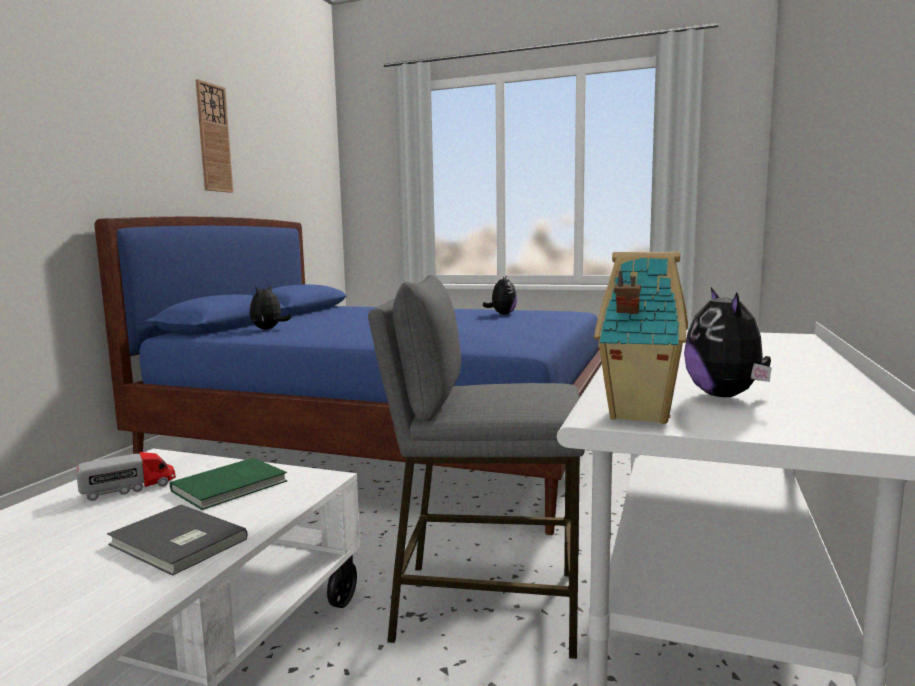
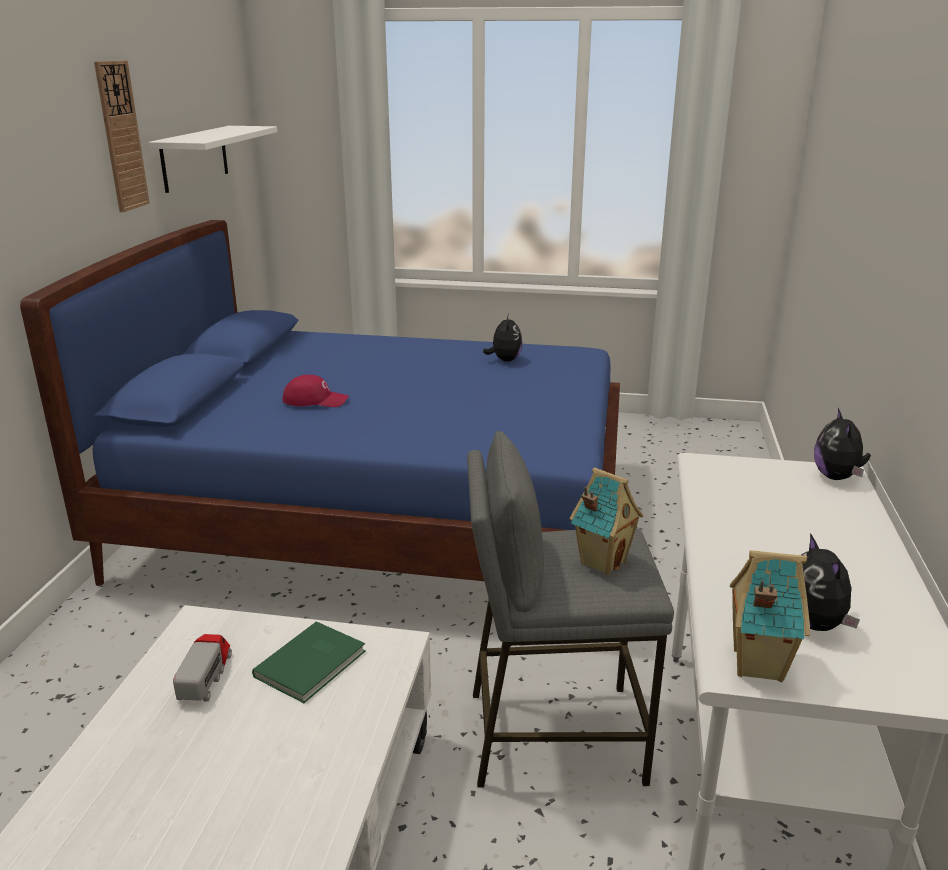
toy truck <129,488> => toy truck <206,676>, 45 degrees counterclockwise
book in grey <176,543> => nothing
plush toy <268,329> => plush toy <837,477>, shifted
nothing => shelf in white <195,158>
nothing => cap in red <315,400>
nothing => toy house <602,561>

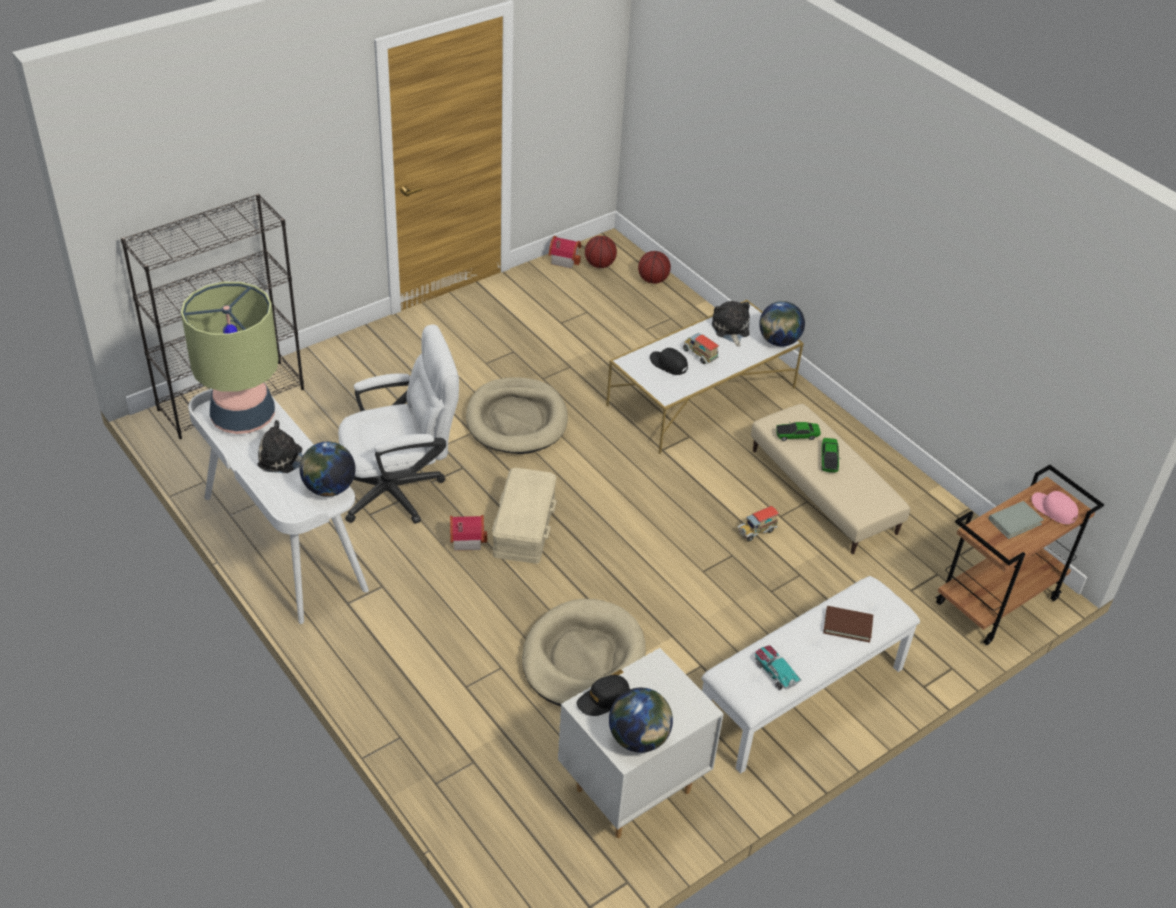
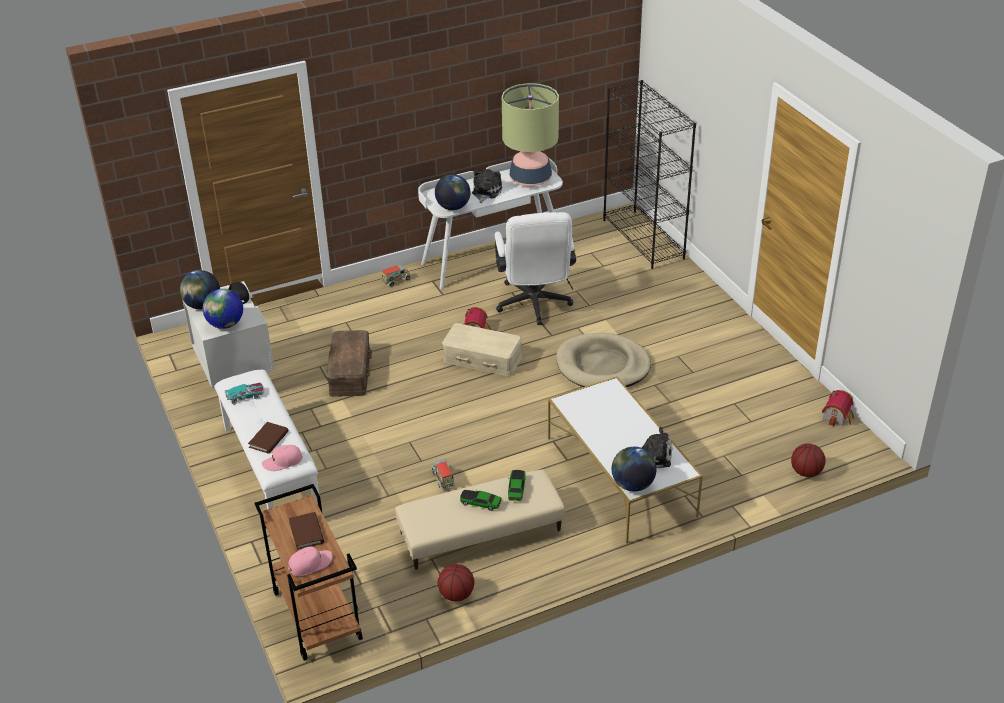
dog bed in beige <582,658> => storage box in brown <349,372>
basketball <600,265> => basketball <456,595>, shifted
cap in black <668,364> => nothing
toy truck <699,355> => toy truck <396,281>, shifted
book in grey <1014,521> => book in brown <306,532>
nothing => globe <226,324>
nothing => cap in pink <282,461>

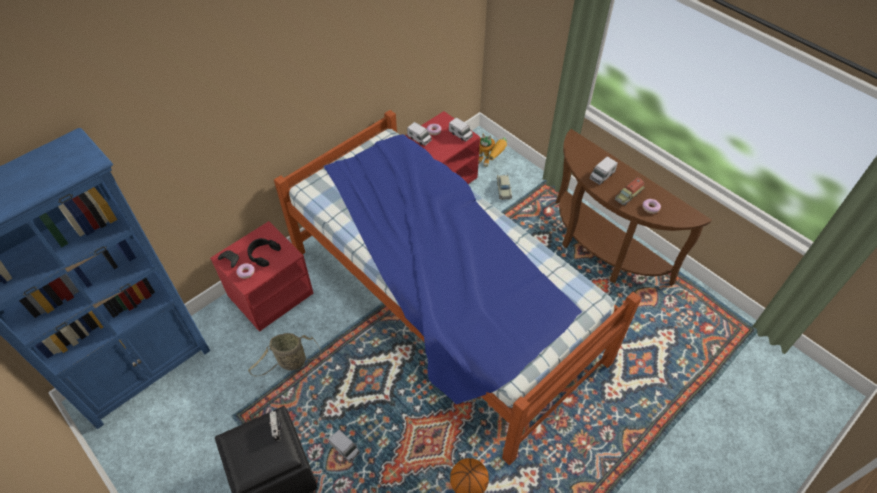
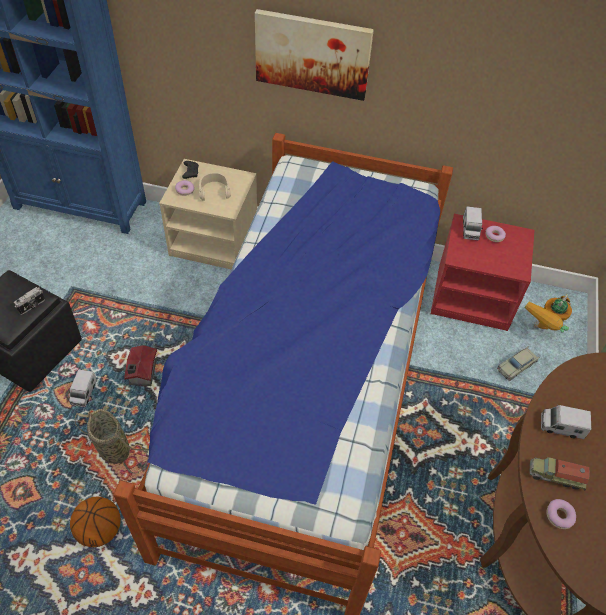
nightstand in red <271,294> => nightstand in beige <215,241>
headphones in black <263,254> => headphones in beige <214,190>
basket <290,362> => basket <112,449>, shifted
toy truck <460,134> => nothing
toy robot <489,162> => toy robot <542,331>, 45 degrees clockwise
nothing => toy house <142,373>
nothing => picture <312,54>

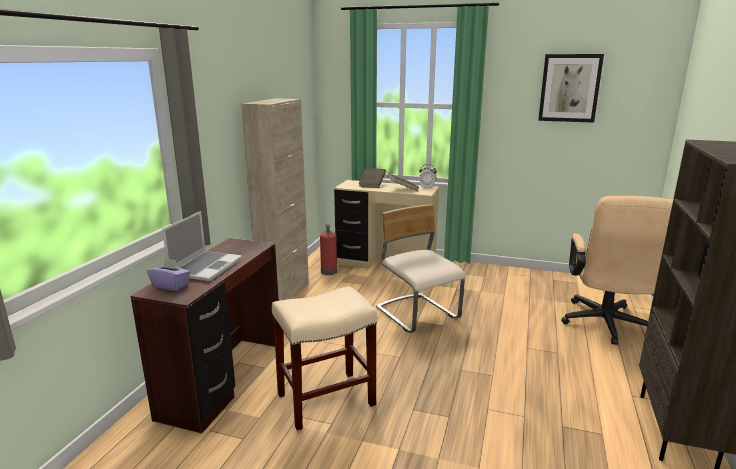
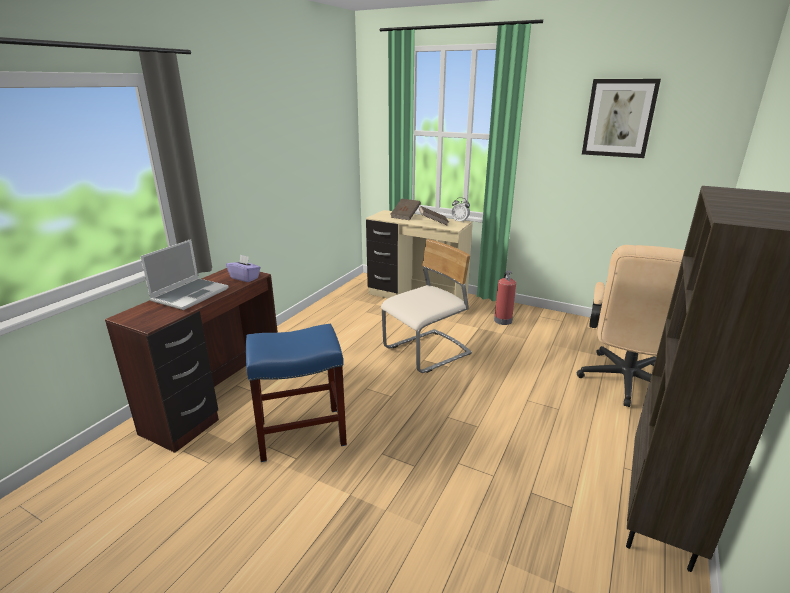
tissue box in purple <171,286> => tissue box in purple <245,278>, shifted
cabinet in beige <284,293> => nothing
stool in beige <325,400> => stool in blue <300,433>
fire extinguisher <329,271> => fire extinguisher <502,320>, shifted
chair in beige <417,314> => chair in beige <427,352>, 75 degrees clockwise

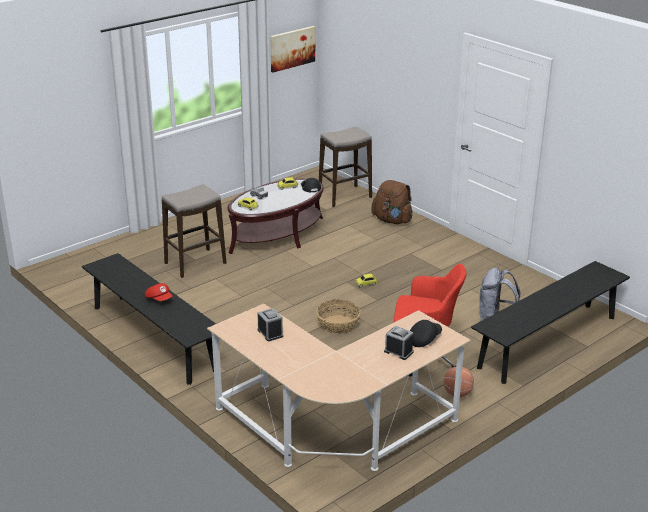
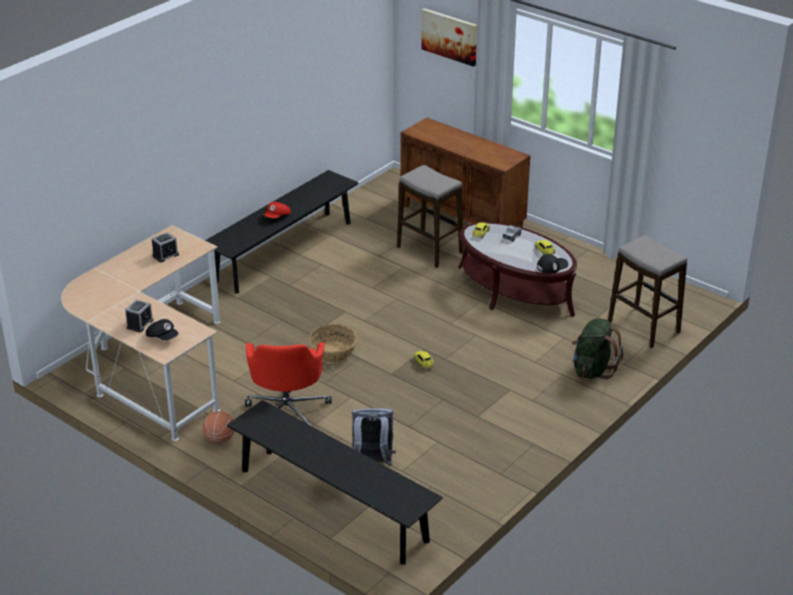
picture <292,48> => picture <450,36>, shifted
backpack in brown <392,220> => backpack in green <592,369>
nothing => cabinet in brown <463,218>

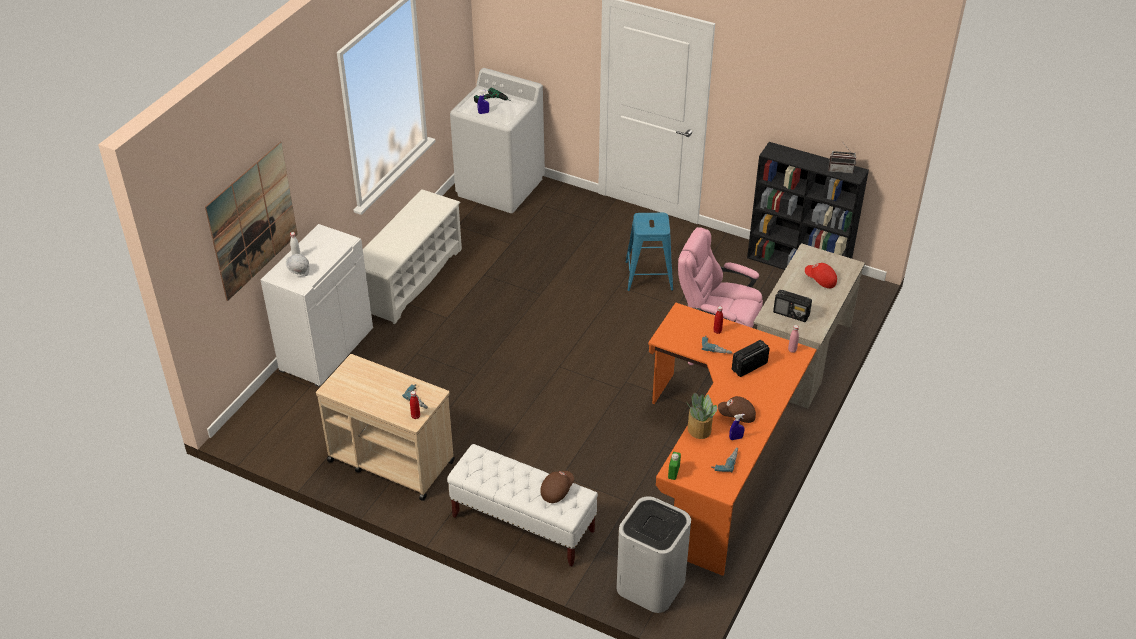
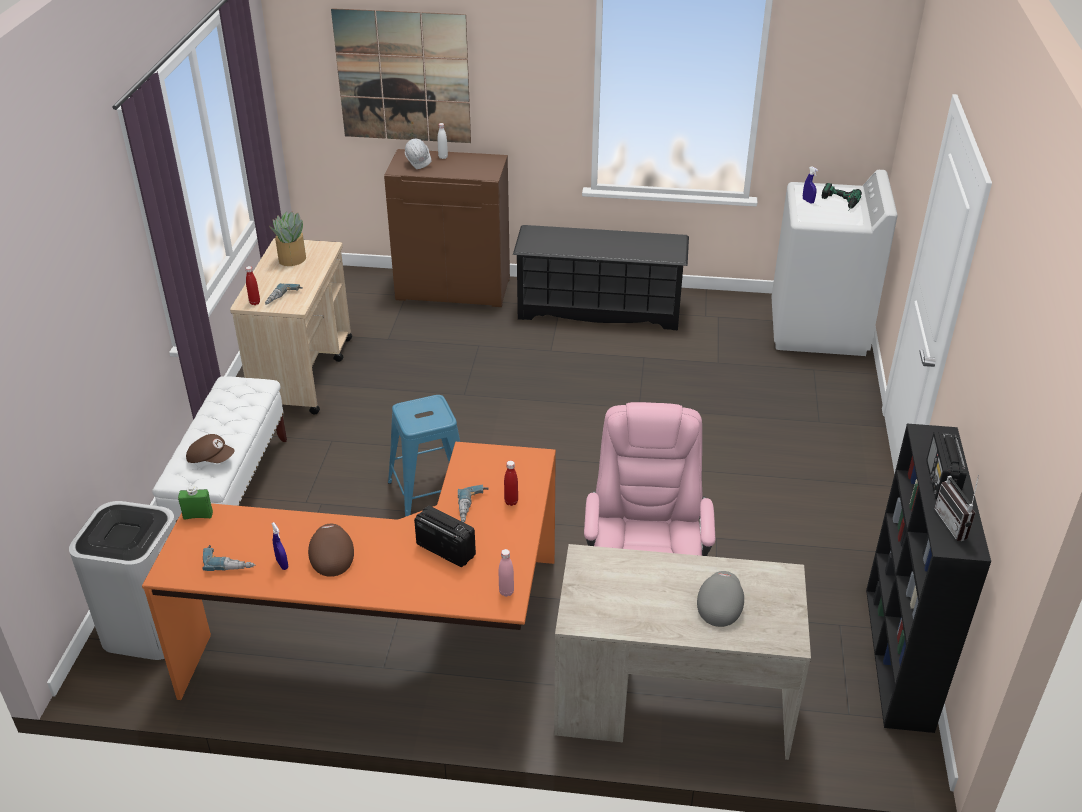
cabinet in white <326,349> => cabinet in brown <454,289>
shoe rack in white <410,279> => shoe rack in black <599,310>
stool in blue <649,276> => stool in blue <430,495>, shifted
potted plant <699,430> => potted plant <291,259>, shifted
radio <791,314> => radio <941,481>, shifted
cap in red <820,280> => cap in grey <719,605>

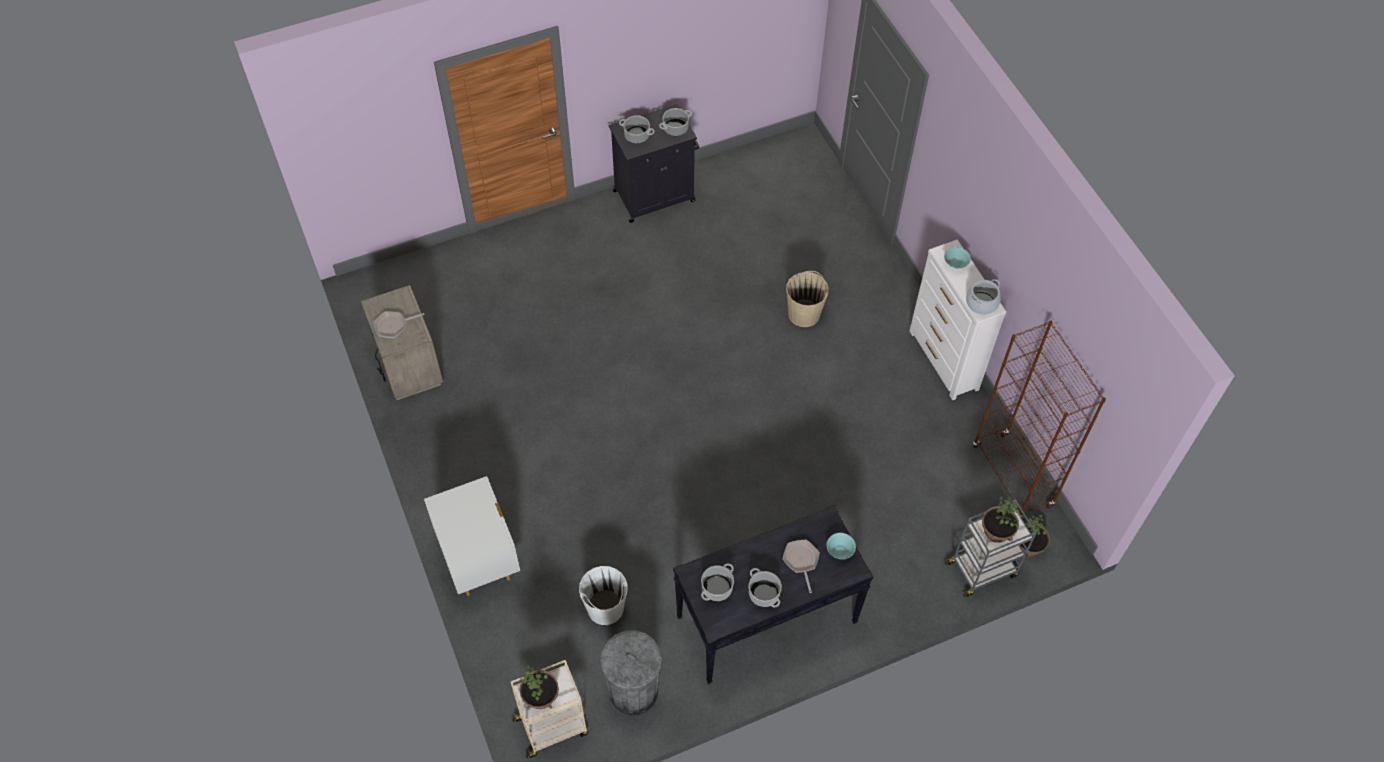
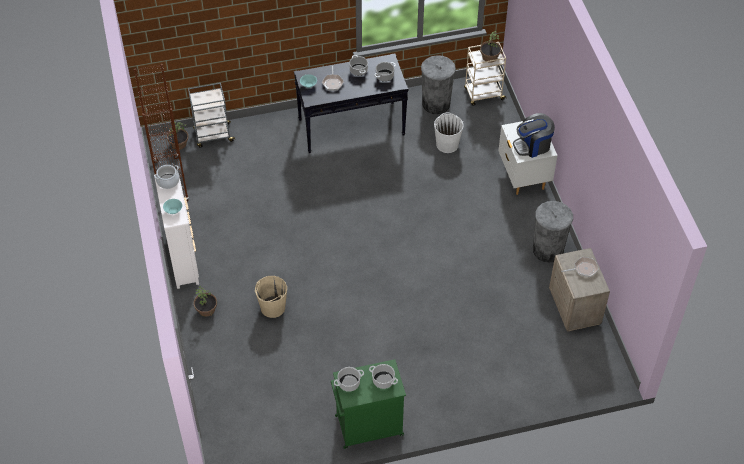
cabinet in black <655,195> => cabinet in green <367,426>
potted plant <996,531> => potted plant <206,309>, shifted
nothing => coffee machine <533,145>
nothing => trash can in grey <548,250>

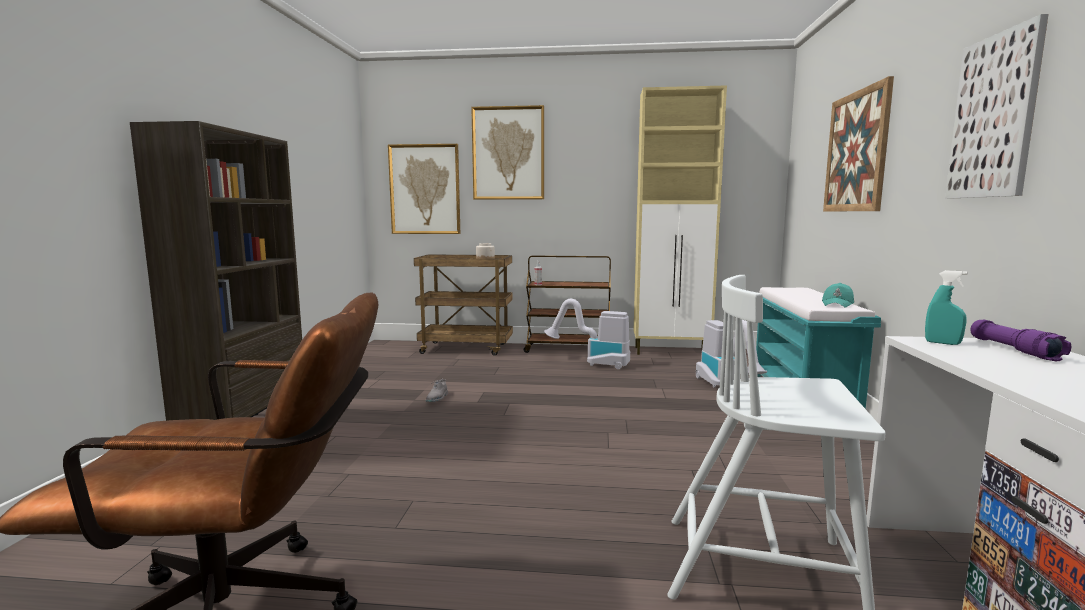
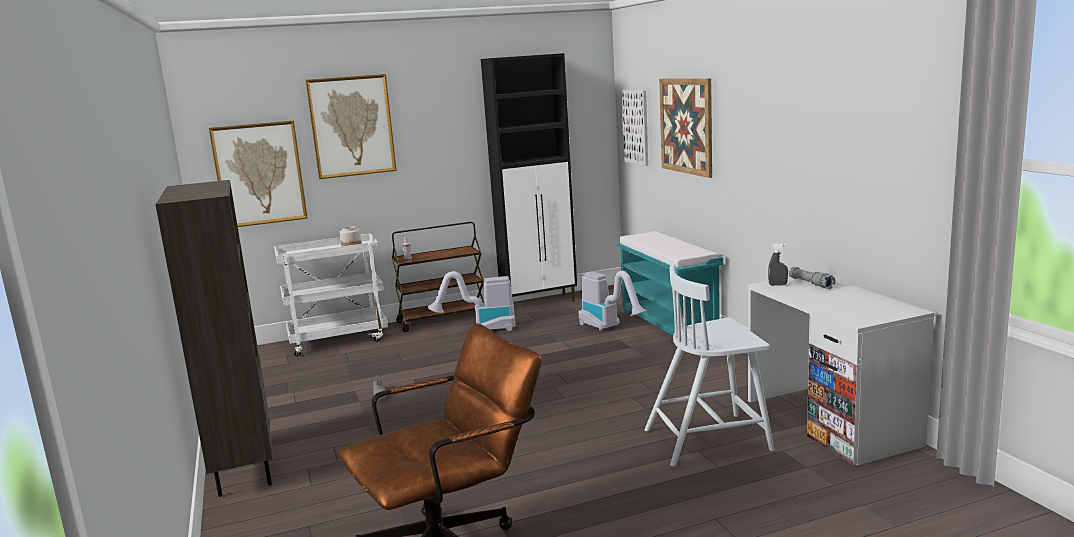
cart in brown <467,348> => cart in white <339,340>
cabinet in beige <672,351> => cabinet in black <540,303>
cap in turquoise <838,304> => nothing
spray bottle in turquoise <942,343> => spray bottle in grey <777,285>
picture <994,117> => picture <635,127>, shifted
flashlight in purple <1013,350> => flashlight in grey <810,283>

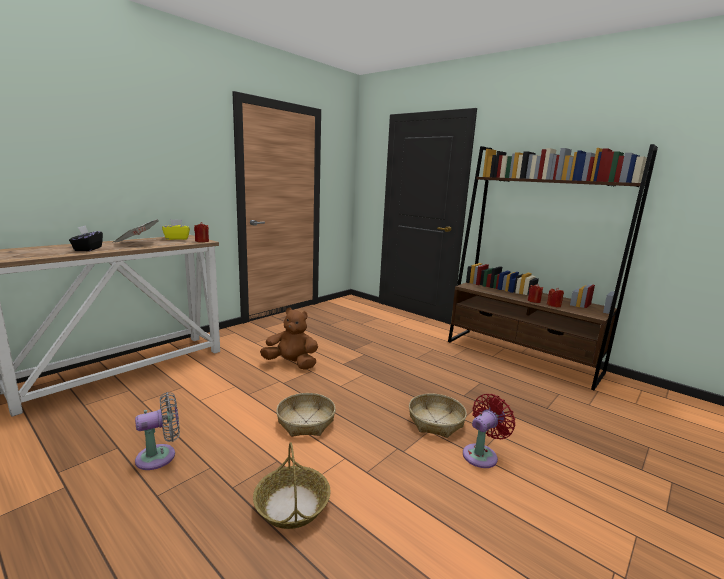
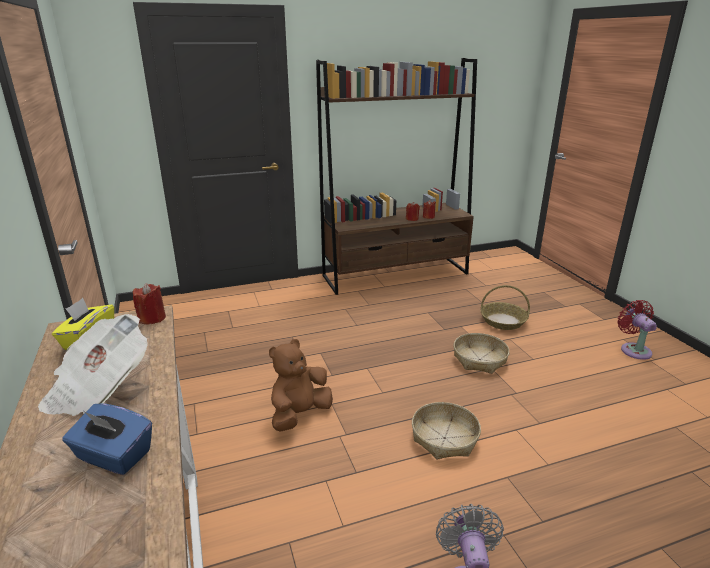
tissue box in black <87,249> => tissue box in blue <113,456>
basket <292,505> => basket <503,321>, shifted
fan in red <482,454> => fan in red <634,349>, shifted

